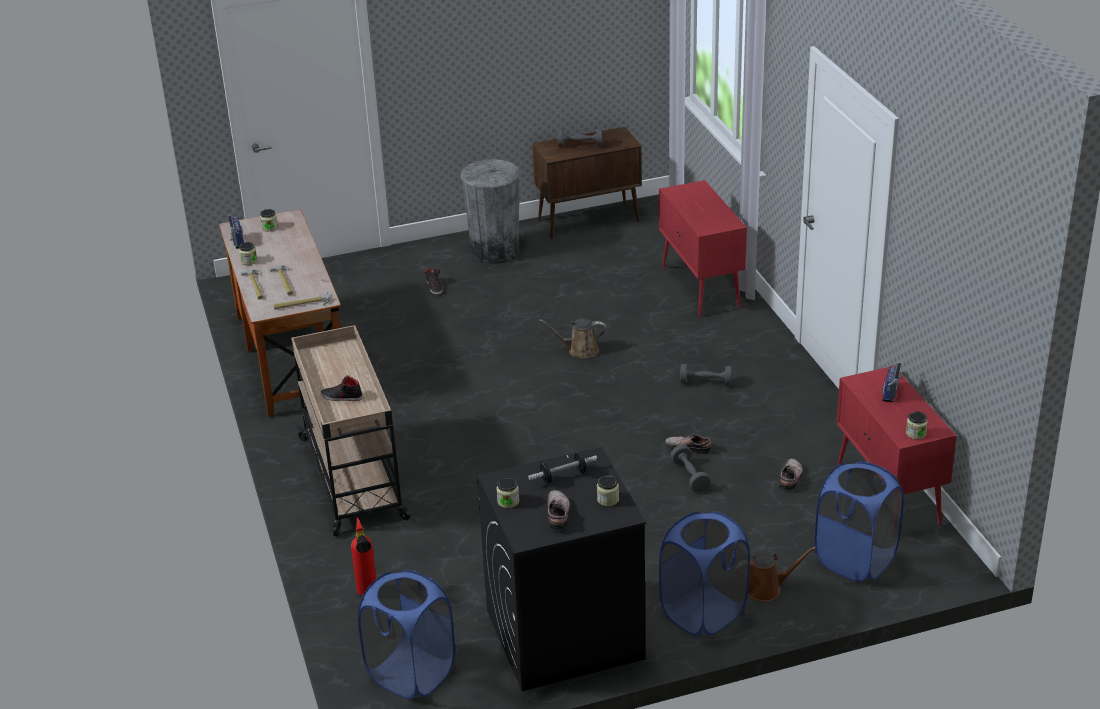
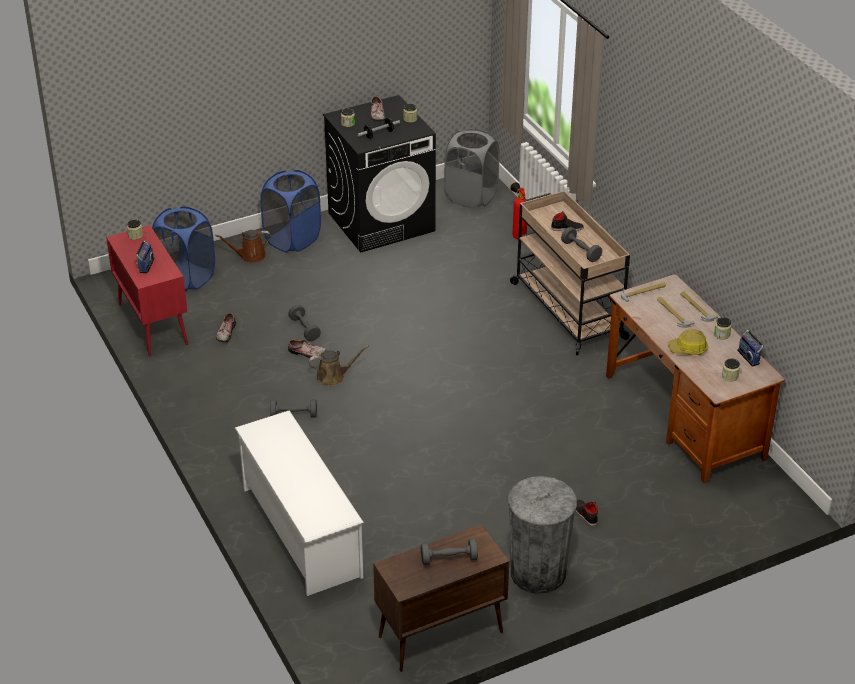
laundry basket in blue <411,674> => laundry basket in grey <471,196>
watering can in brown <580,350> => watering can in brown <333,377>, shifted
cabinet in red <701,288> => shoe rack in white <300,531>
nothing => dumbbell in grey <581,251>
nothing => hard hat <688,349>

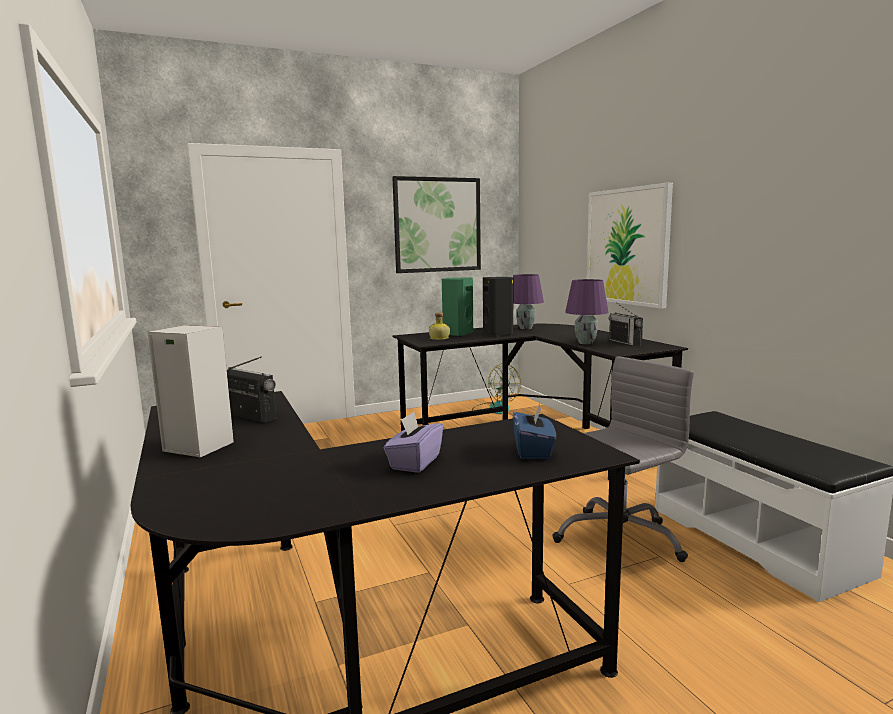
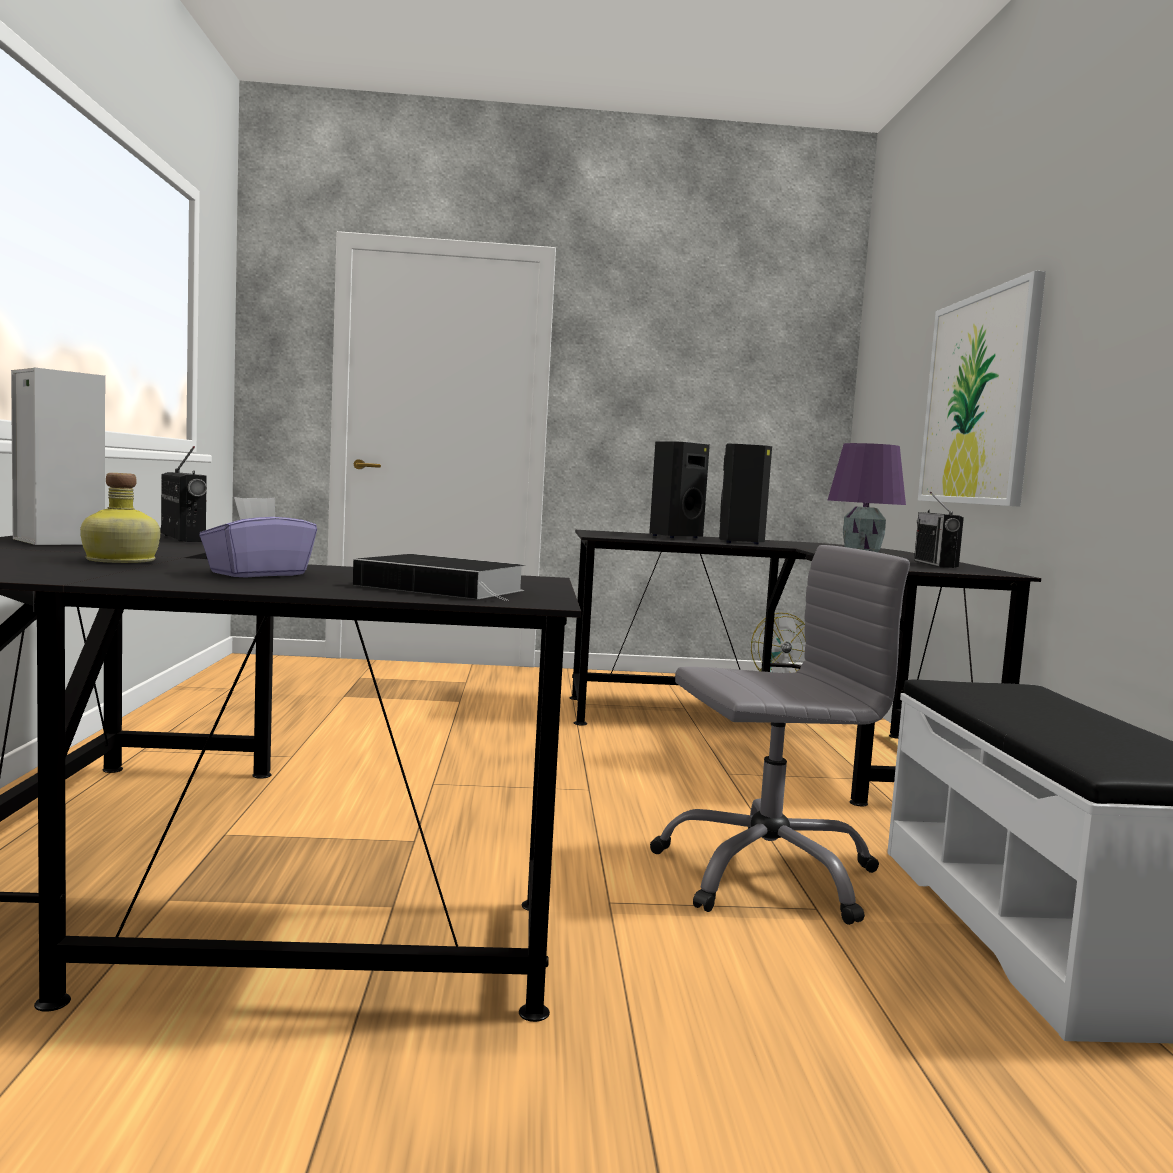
picture <437,225> => nothing
bottle <439,338> => bottle <119,561>, shifted
speaker in green <457,334> => speaker in black <674,537>
table lamp in purple <525,328> => nothing
tissue box in blue <533,451> => book <445,588>

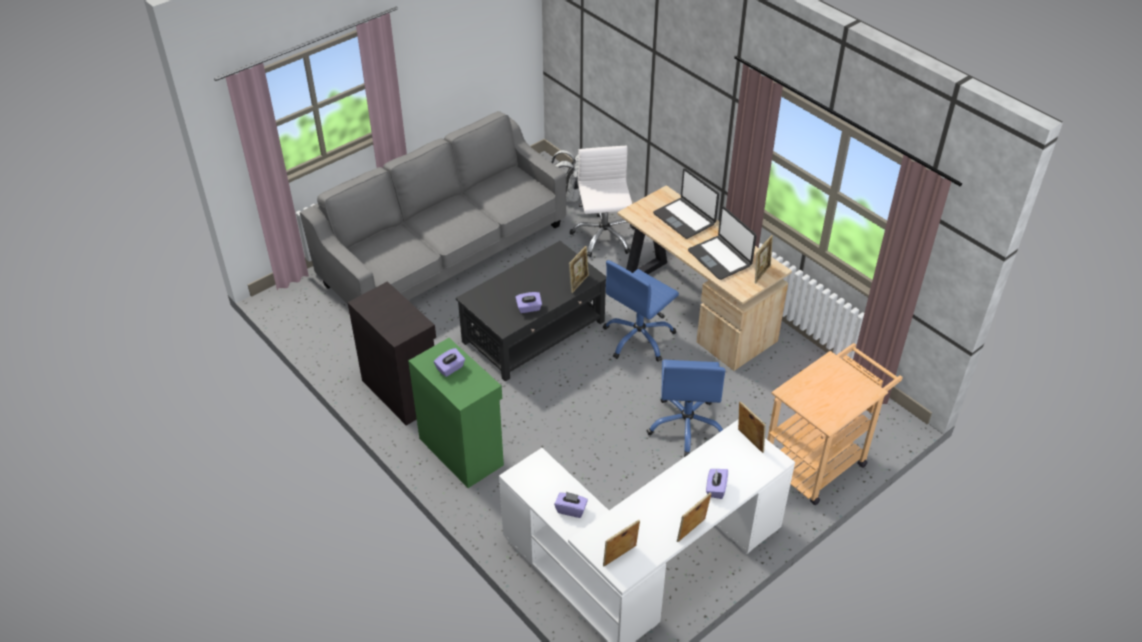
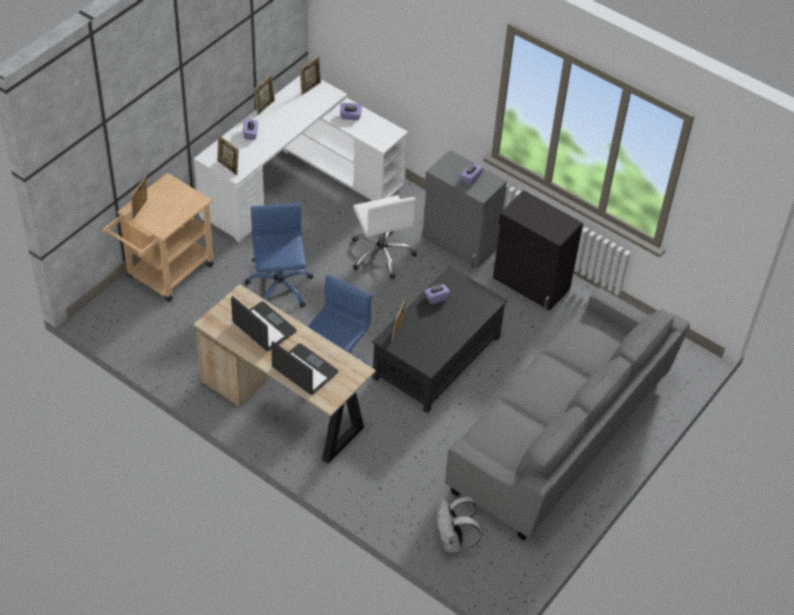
cabinet in green <462,450> => cabinet in grey <459,243>
office chair in white <603,237> => office chair in white <382,255>, shifted
picture frame <761,273> => picture frame <140,210>, shifted

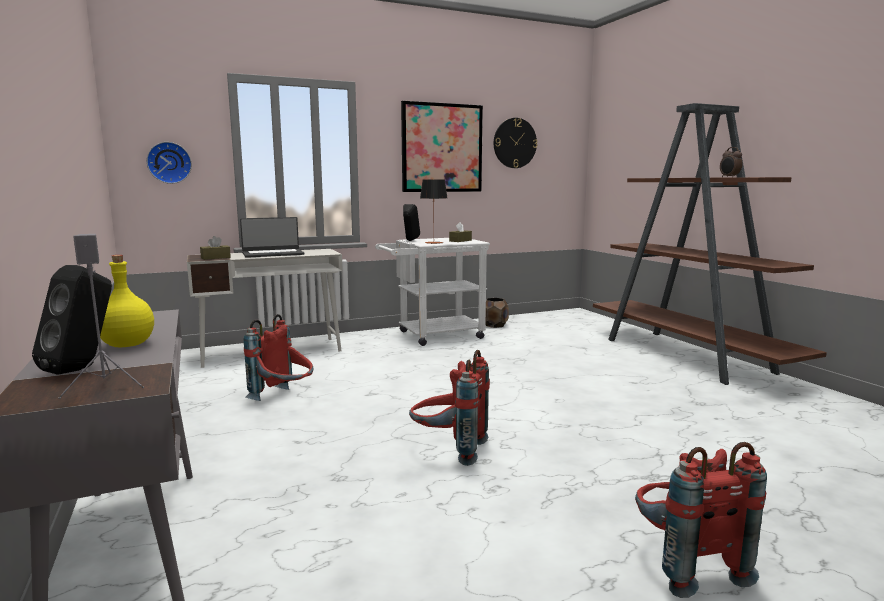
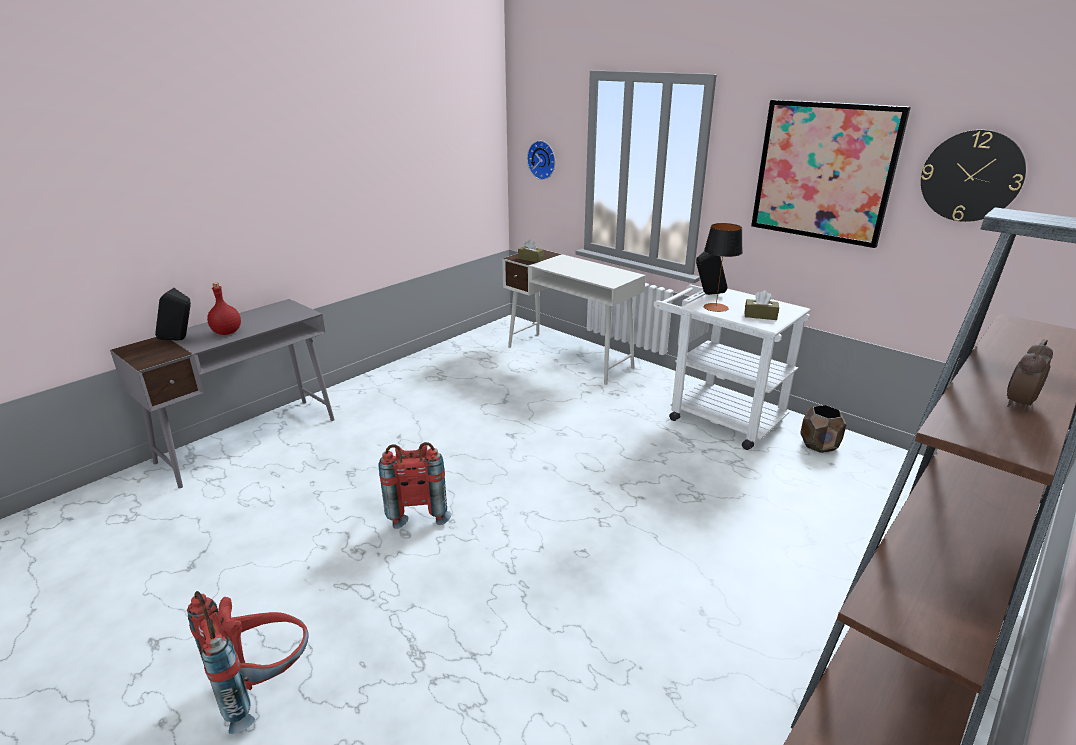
speaker in grey <106,386> => nothing
bottle in yellow <127,345> => bottle in red <226,332>
laptop <273,254> => nothing
backpack in red <284,399> => nothing

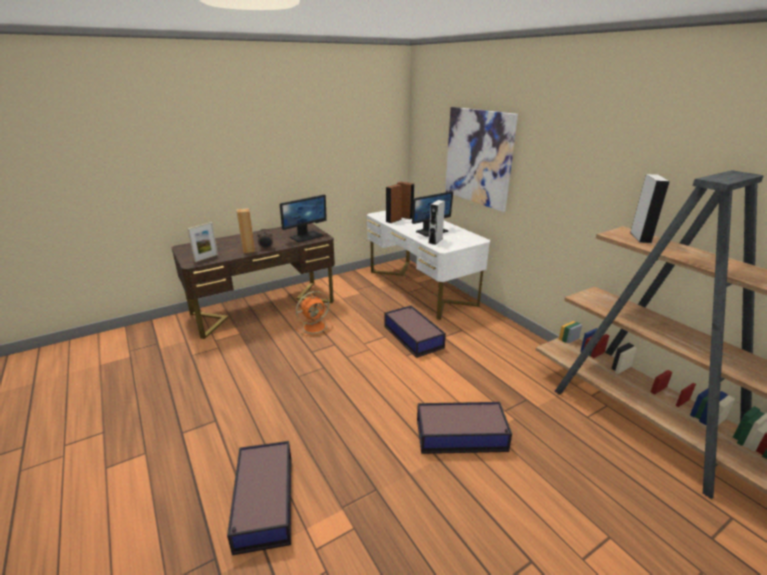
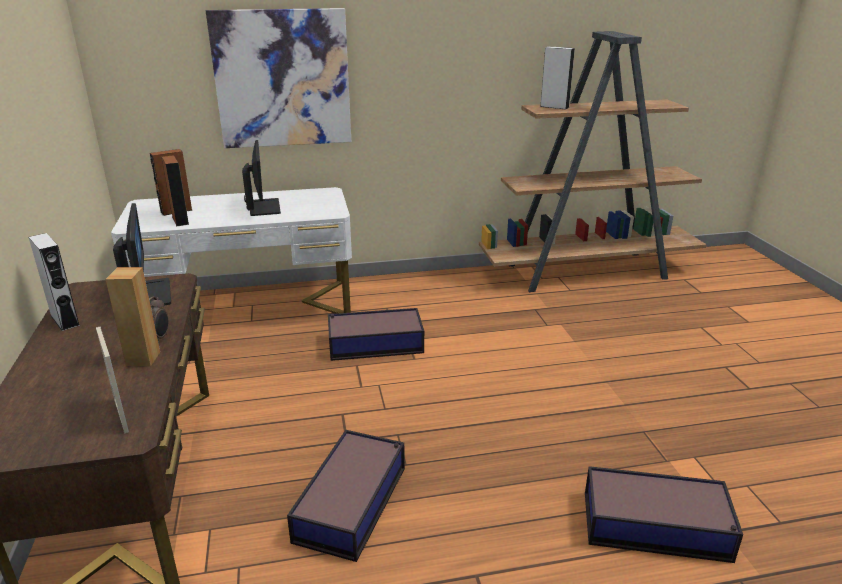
fan in orange <315,326> => nothing
storage box <462,435> => storage box <352,502>, shifted
speaker in grey <435,241> => speaker in grey <65,320>, shifted

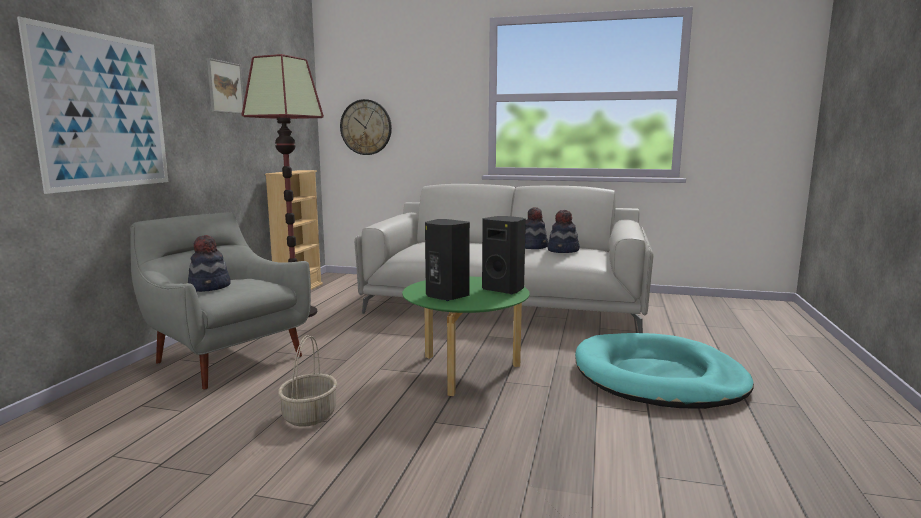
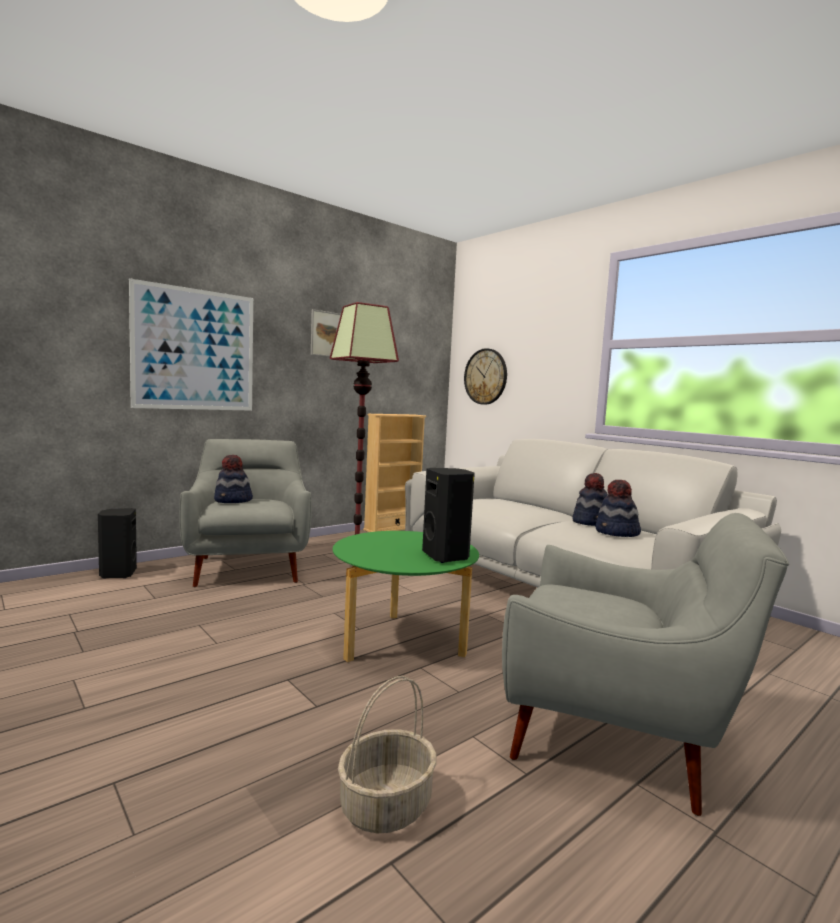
basket <309,415> => basket <386,805>, shifted
speaker in black <446,296> => speaker in black <117,574>, shifted
dog bed in turquoise <658,377> => armchair in grey <619,737>

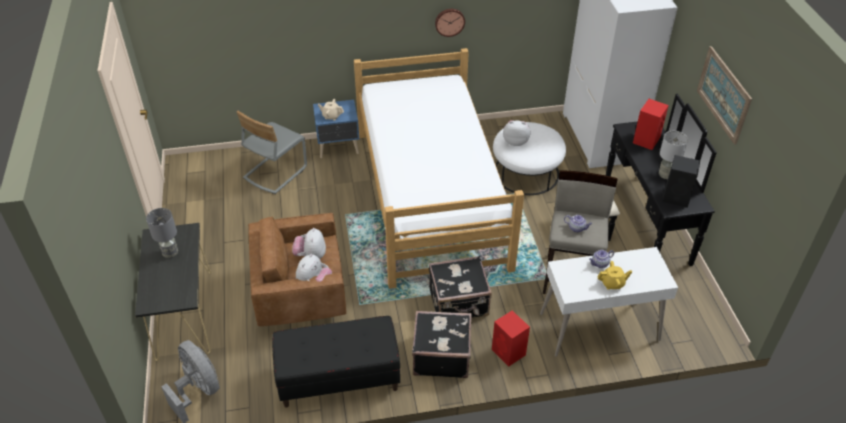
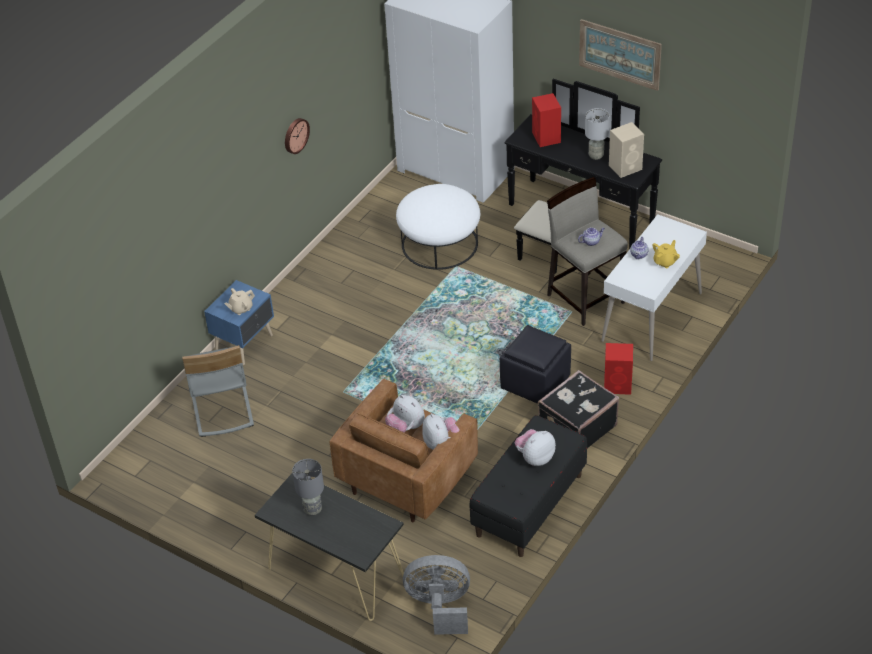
bed <430,197> => nothing
suitcase in black <459,303> => ottoman in black <535,382>
plush toy <515,141> => plush toy <535,458>, shifted
speaker in black <677,197> => speaker in beige <626,167>

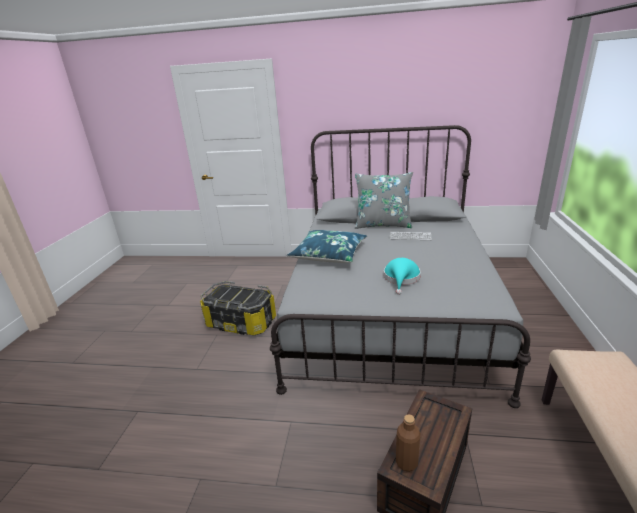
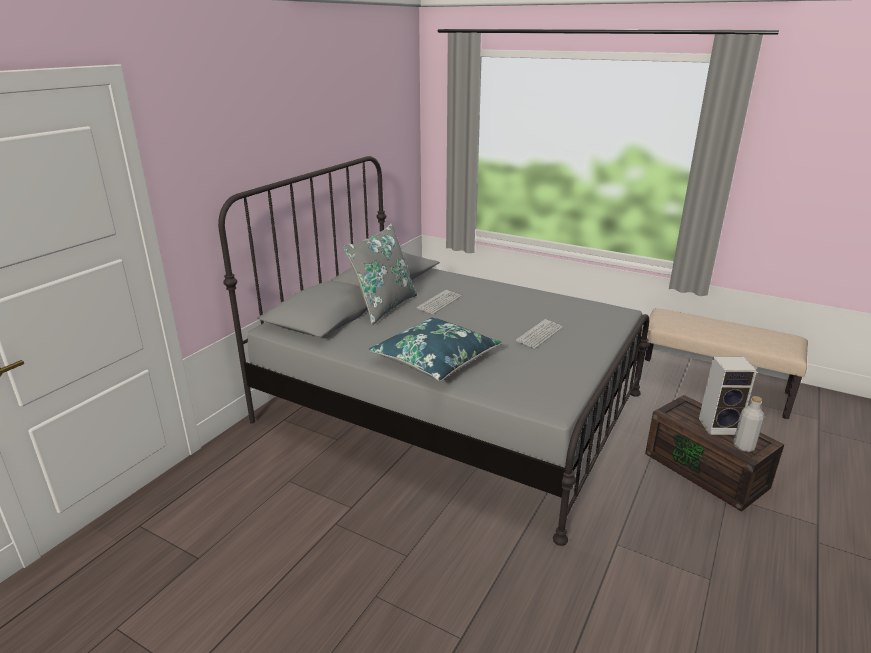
storage box <241,322> => nothing
hat in turquoise <401,278> => keyboard <539,335>
bottle in brown <406,462> => bottle in grey <743,446>
nothing => speaker <720,426>

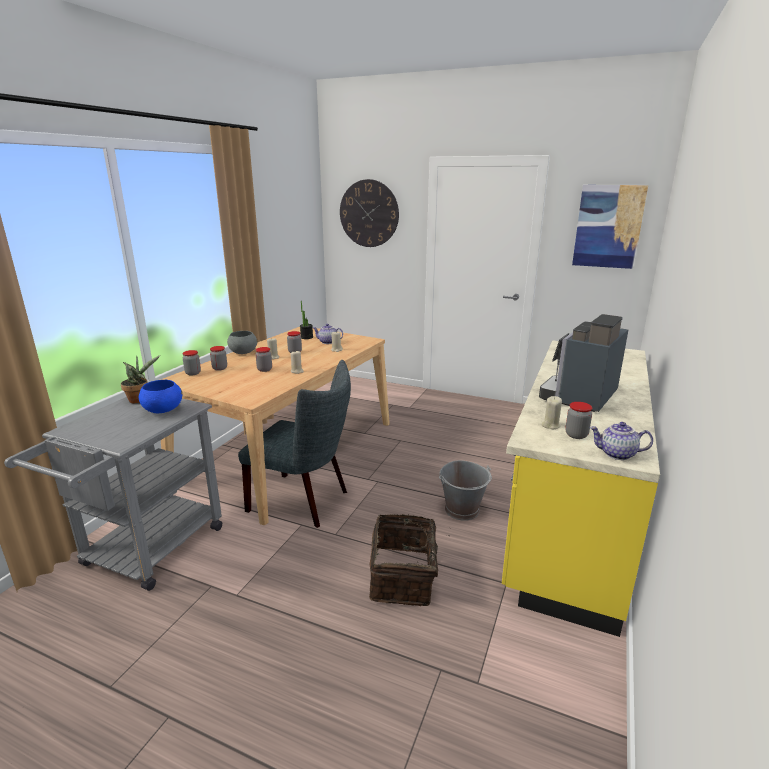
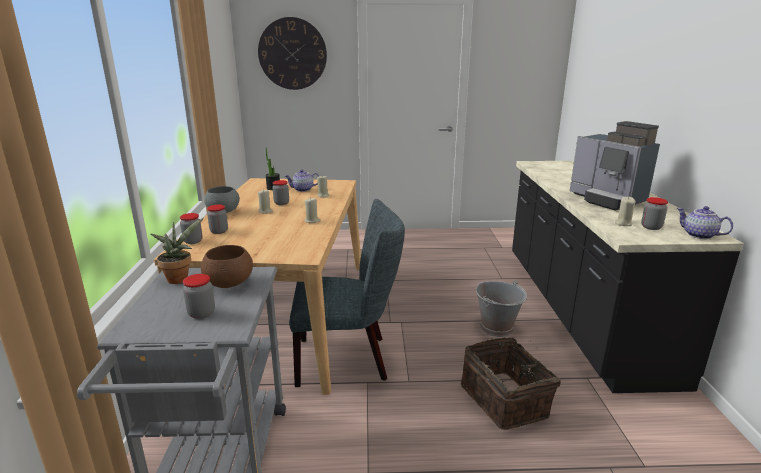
bowl in blue <163,410> => bowl in brown <229,283>
jar <264,369> => jar <201,313>, shifted
counter in yellow <569,518> => counter in black <580,312>
coffee machine <580,397> => coffee machine <607,199>, 45 degrees counterclockwise
picture <608,226> => nothing
teapot <617,454> => teapot <698,235>, 60 degrees clockwise

